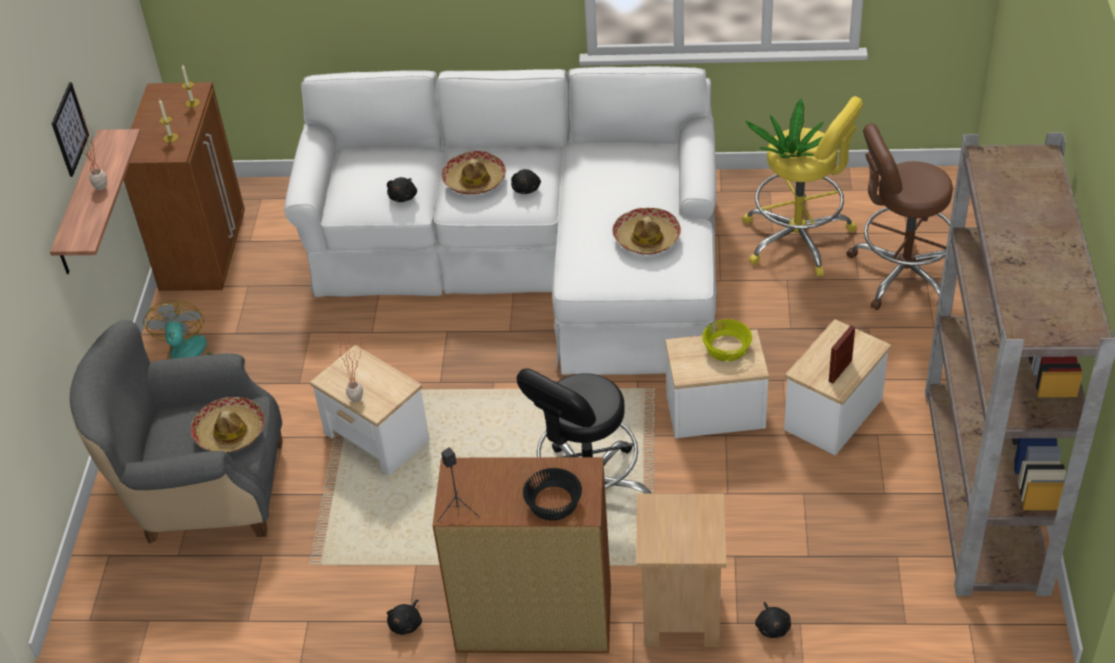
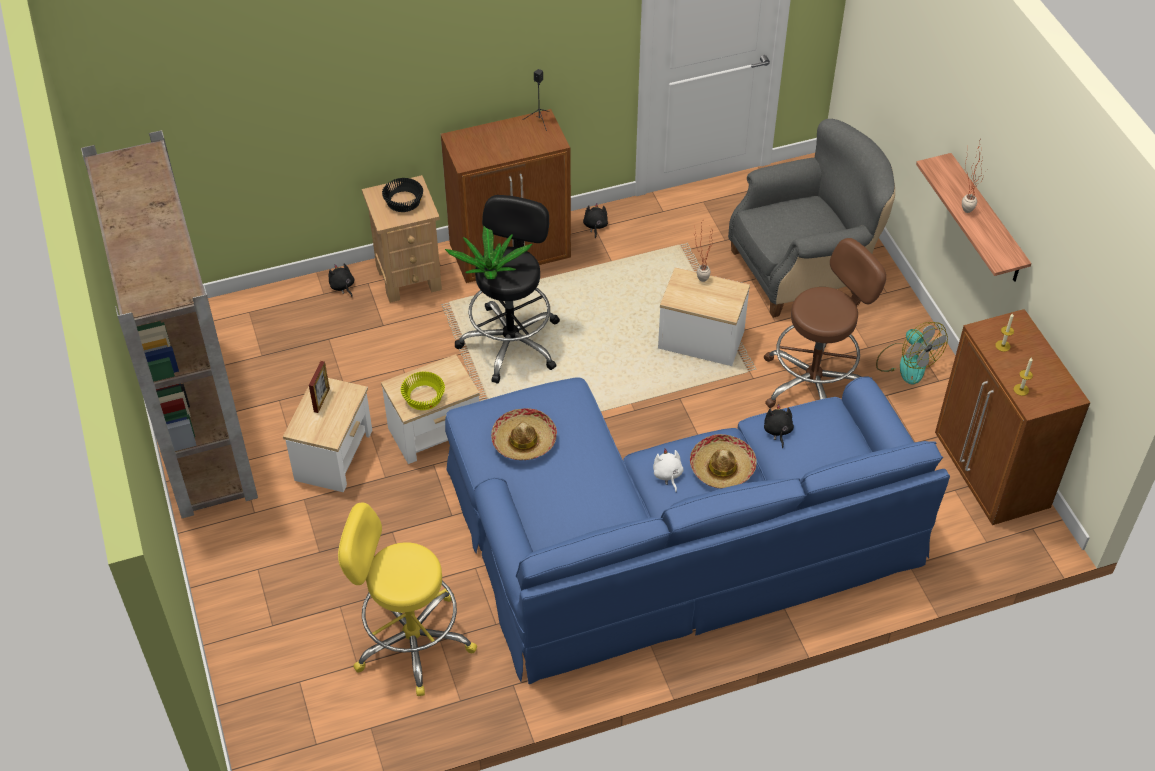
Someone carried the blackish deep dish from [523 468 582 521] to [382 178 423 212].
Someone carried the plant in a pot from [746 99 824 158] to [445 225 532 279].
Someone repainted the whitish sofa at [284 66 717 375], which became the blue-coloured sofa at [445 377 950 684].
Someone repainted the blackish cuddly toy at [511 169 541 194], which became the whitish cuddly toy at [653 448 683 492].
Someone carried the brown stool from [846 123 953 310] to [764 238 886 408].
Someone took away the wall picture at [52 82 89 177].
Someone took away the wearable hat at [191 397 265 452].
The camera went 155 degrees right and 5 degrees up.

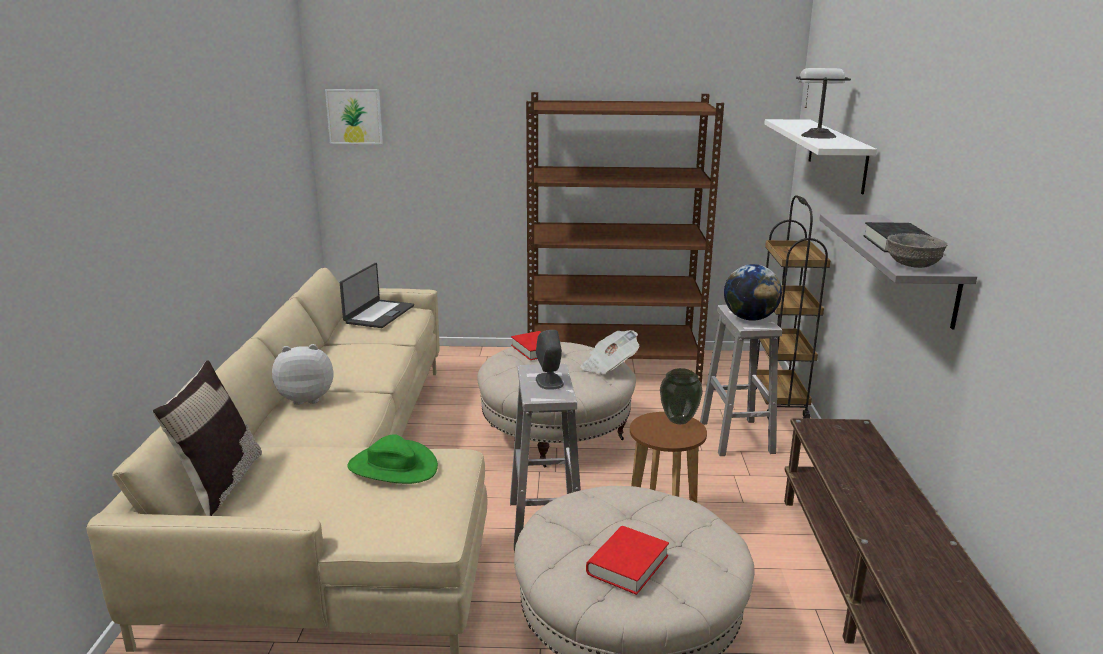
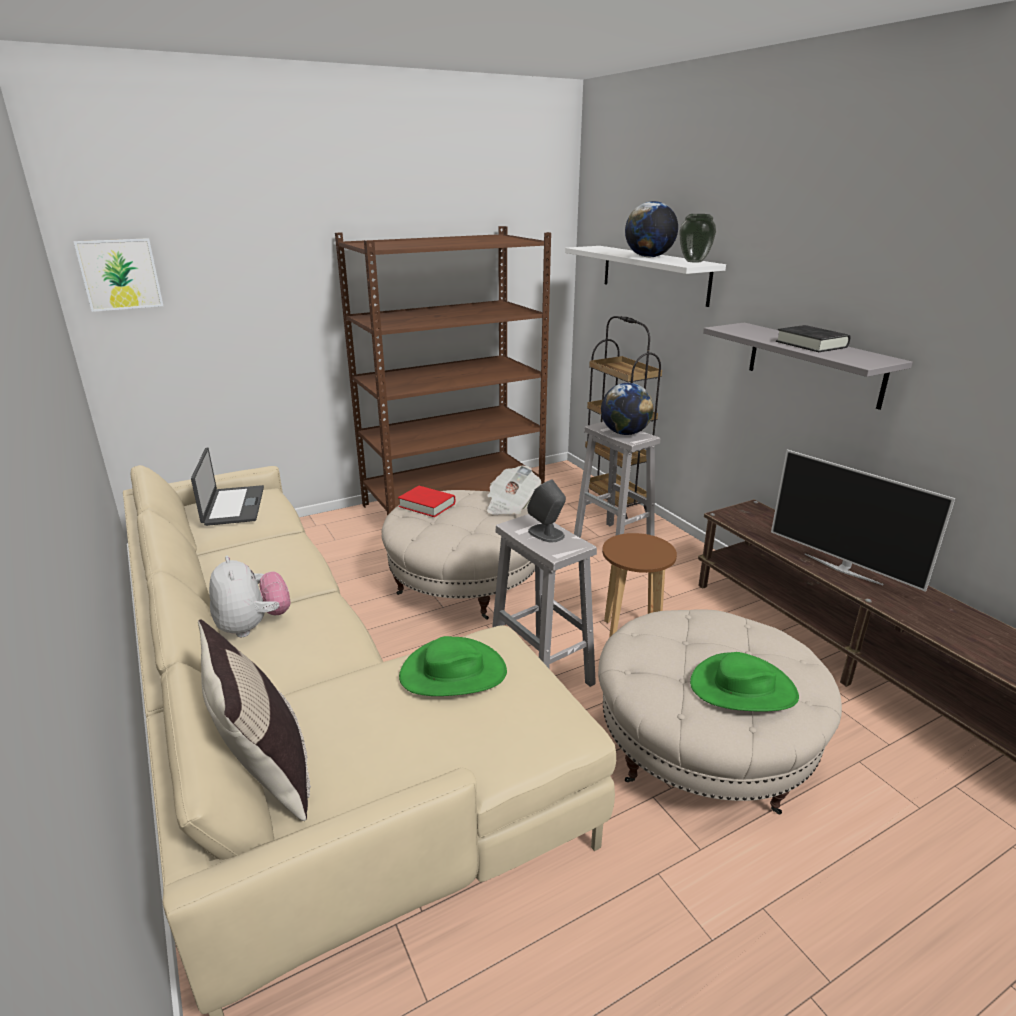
Someone rotated the cuddly toy at [272 344 333 405] by 105 degrees clockwise.
Someone swapped the table lamp at [796 68 851 139] for the globe at [625 201 678 257].
Someone carried the vase from [660 368 703 424] to [679 214 716 262].
Someone swapped the red bound book at [586 526 669 595] for the green wearable hat at [690 652 799 712].
Someone put down the television at [771 450 955 592].
Someone took away the greyish deep dish at [887 233 948 268].
The camera went 30 degrees left and 5 degrees up.

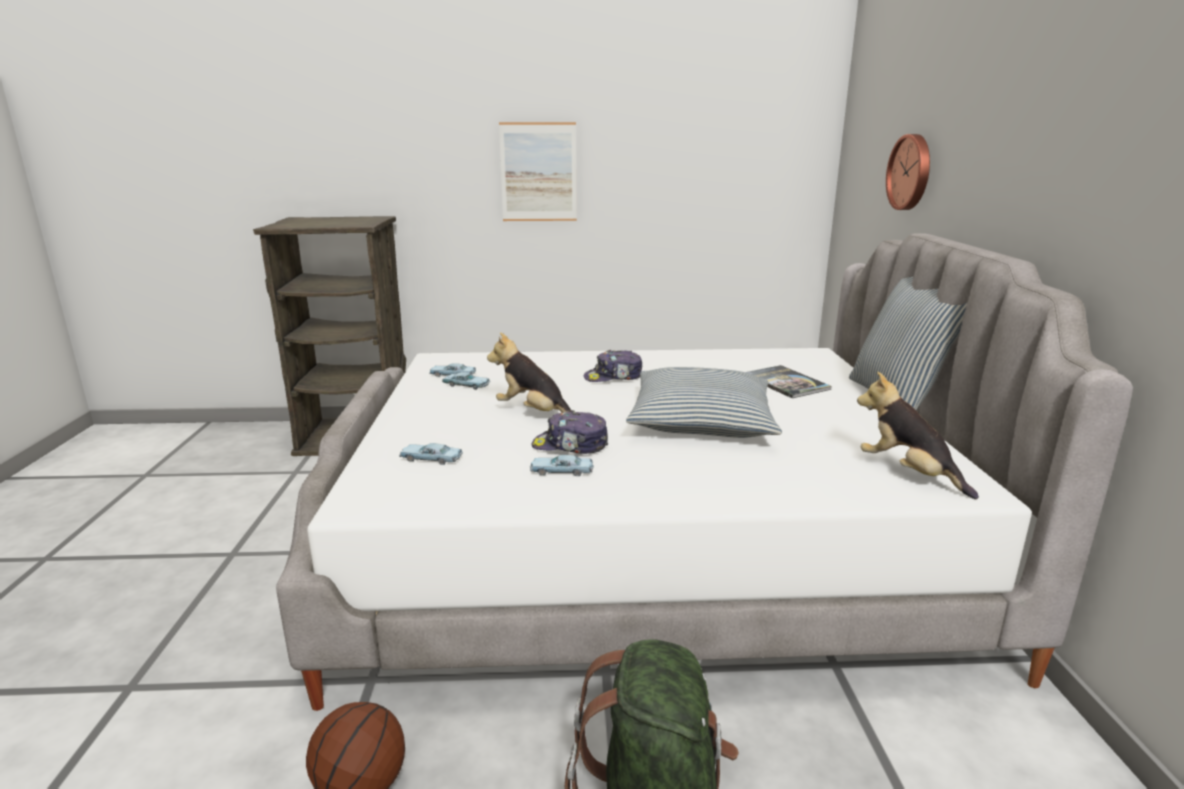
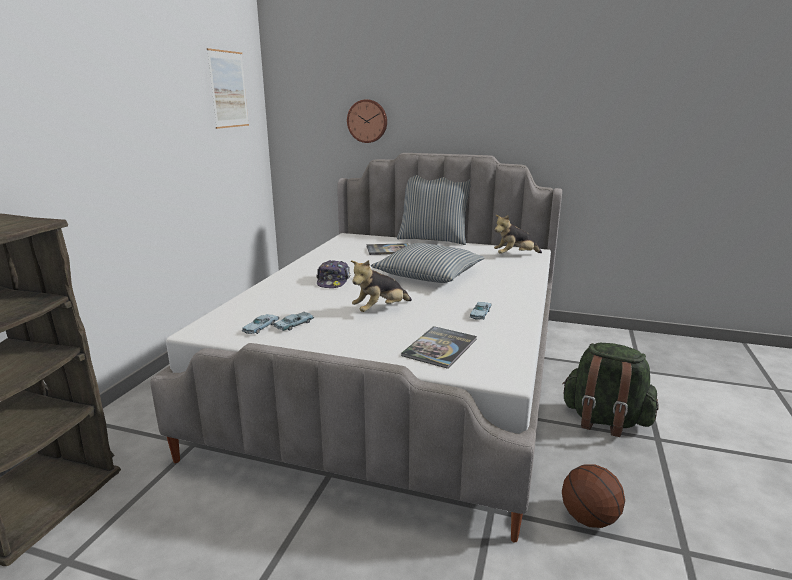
Someone carried the wall picture from [499 122 577 221] to [207 48 249 129].
Someone swapped the blue-coloured toy car at [399 443 463 465] for the bound book at [401 326 477 369].
Someone took away the cap at [532 410 608 454].
The camera went 70 degrees left and 0 degrees up.

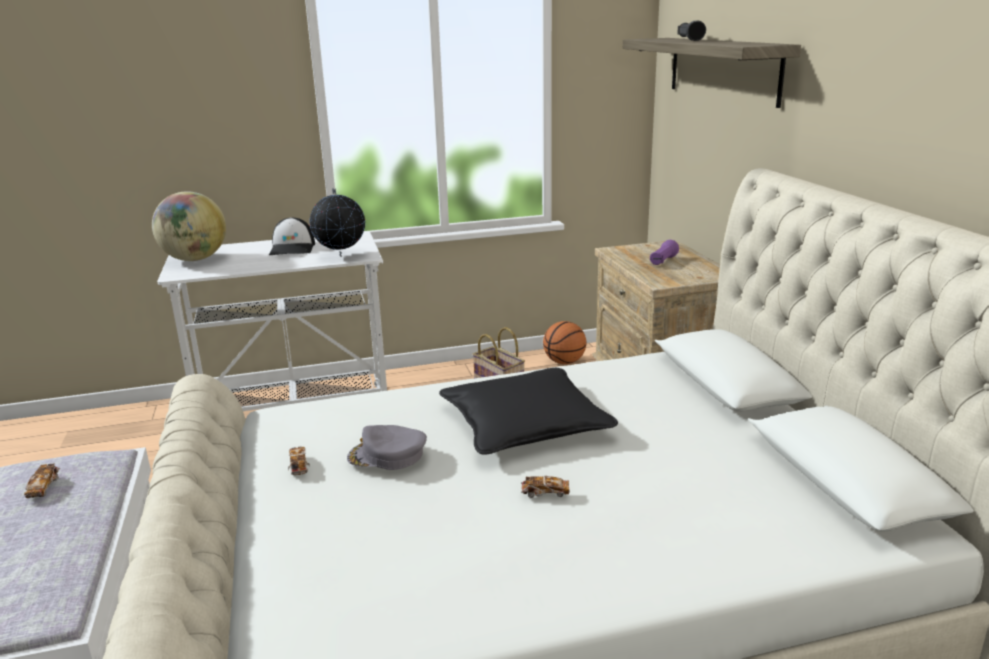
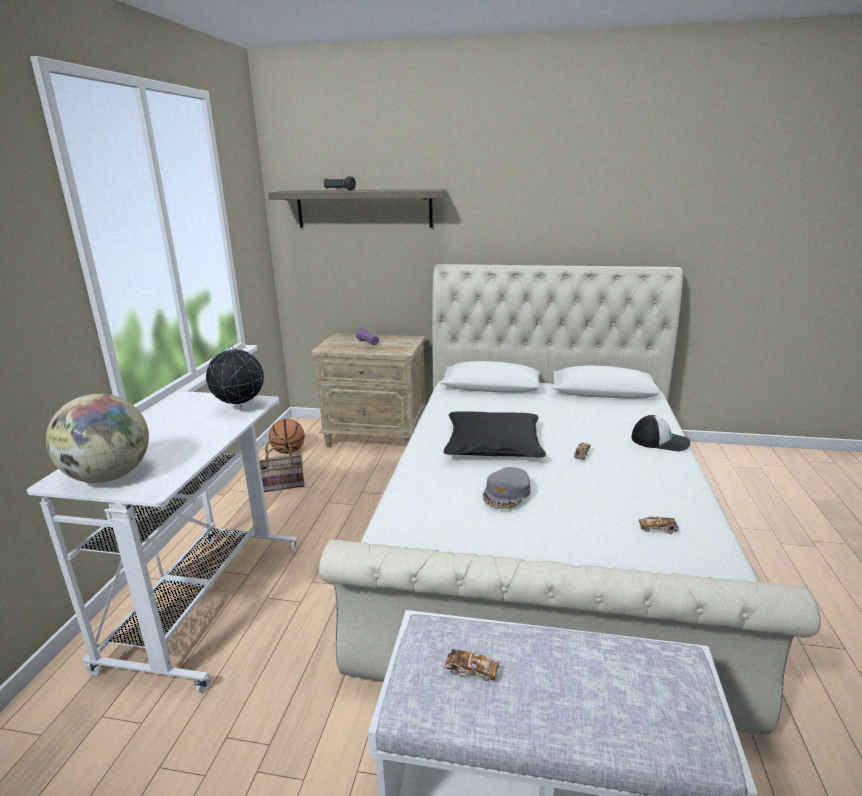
Someone carried the cap from [269 217 315 255] to [631 415 690 451].
Someone carried the toy car from [288 447 310 475] to [639 516 680 534].
The camera went 65 degrees left and 0 degrees up.

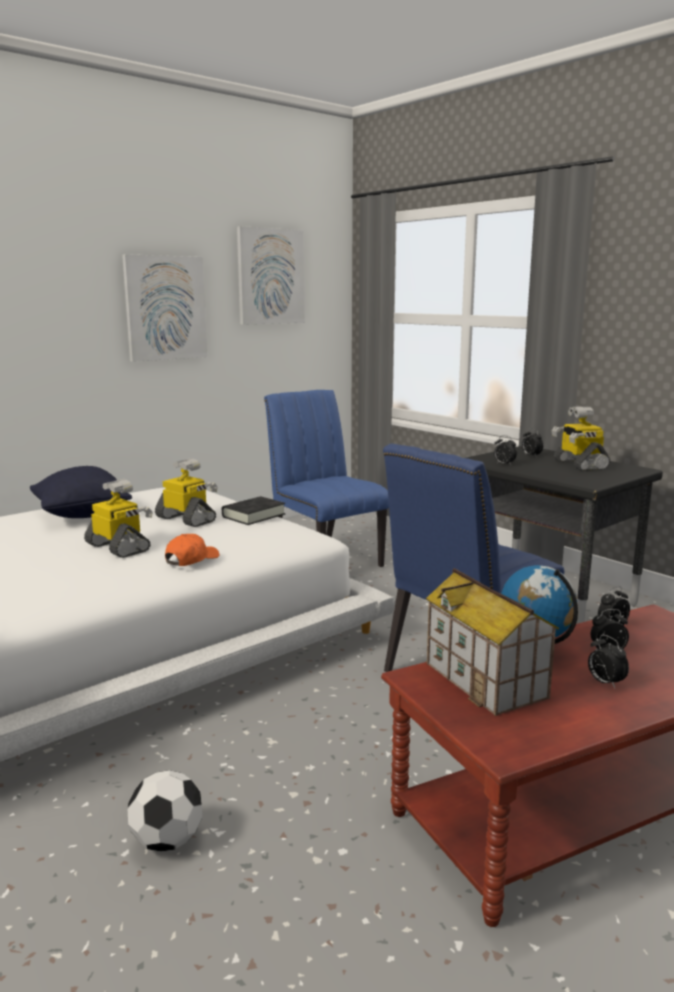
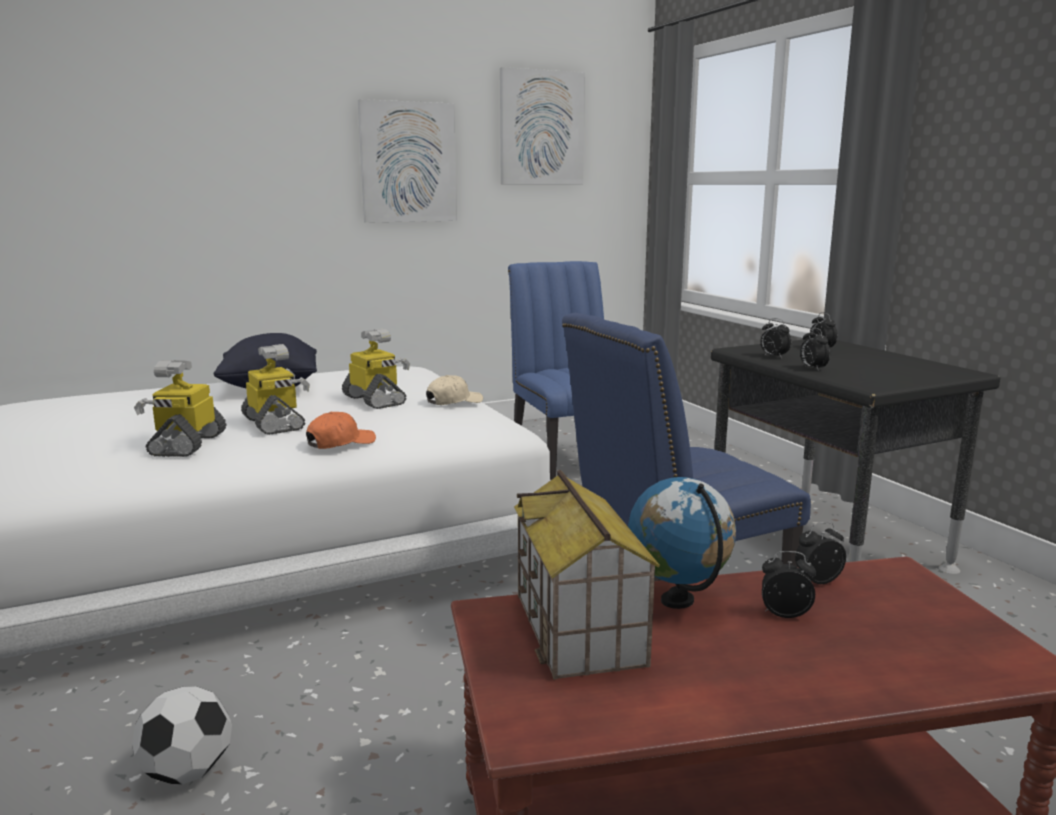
Someone carried the toy robot from [552 406 610 471] to [134 360 227 457].
Someone swapped the blackish bound book at [222 496 285 525] for the beige cap at [426 375 483 405].
Someone carried the table clock from [588 635 629 688] to [800 328 830 371].
The camera went 15 degrees right and 0 degrees up.

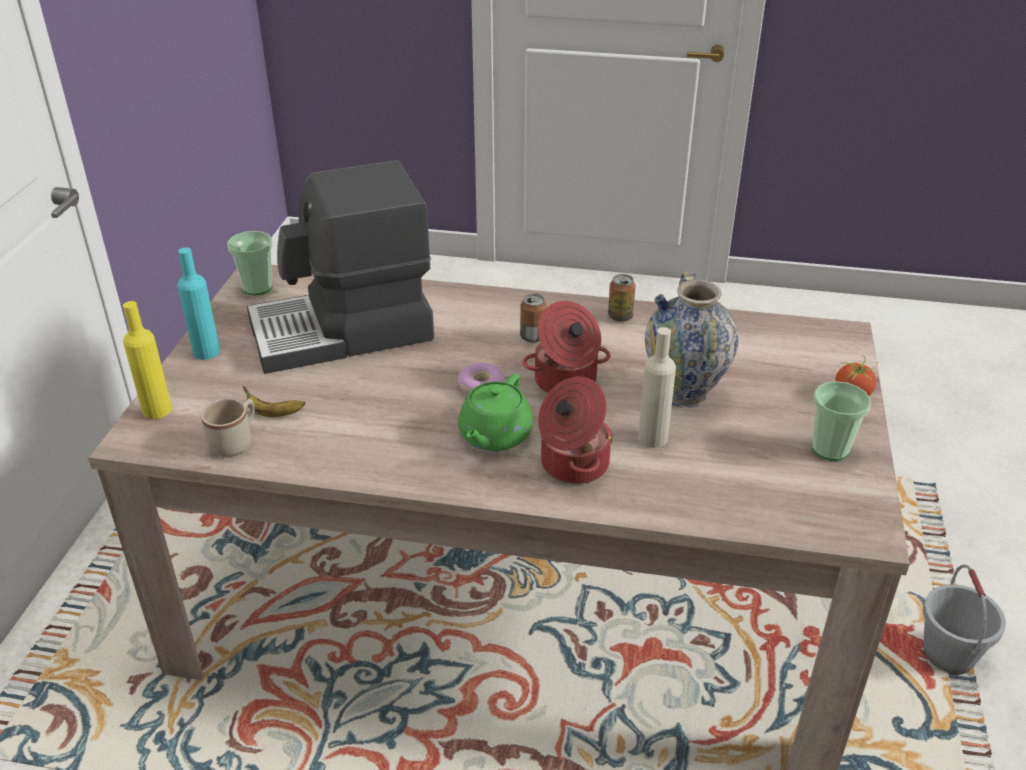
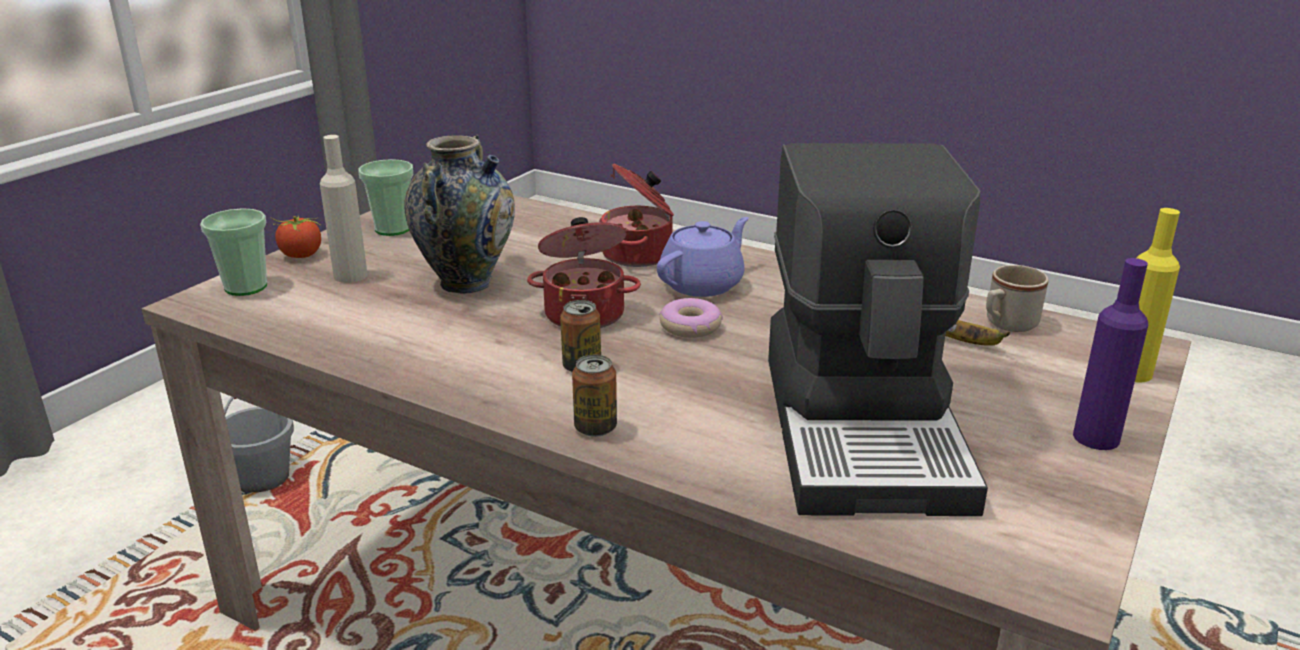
Someone carried the drinking cup from [227 231 273 295] to [200 208 267 296].
Someone carried the beige drink bottle from [638 327 676 448] to [320 135 368 283].
Someone carried the can from [608 274 635 322] to [572 355 617 437].
Someone repainted the green tea pot at [458 374 533 451], which became the purple-coloured tea pot at [657 217 749 297].
Someone rotated the coffee brewer at [247 160 434 374] by 90 degrees clockwise.
Someone repainted the blue-green drink bottle at [177 248 220 360], which became the purple-coloured drink bottle at [1073 258 1148 450].
The camera went 160 degrees left and 10 degrees down.

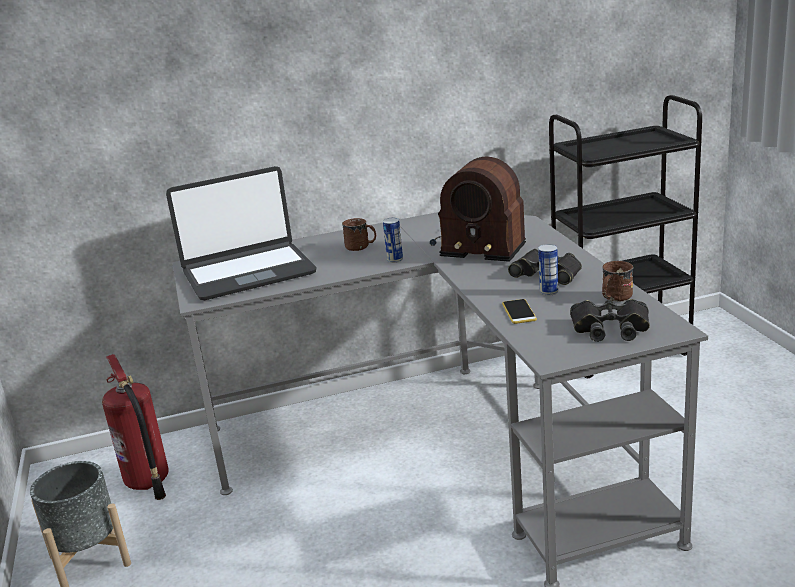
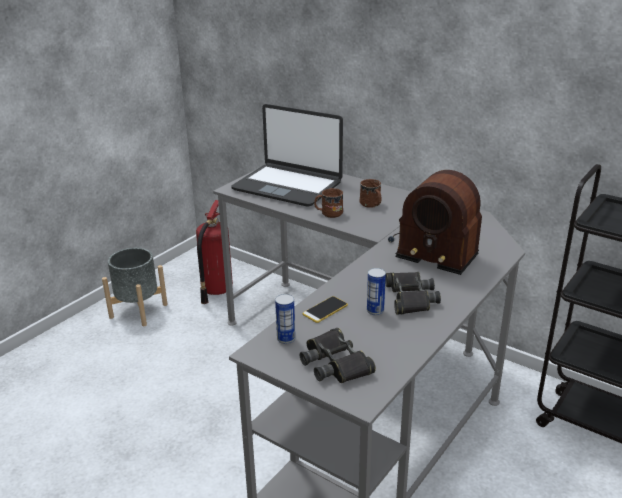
Someone carried the can from [383 218 403 263] to [275 294 295 344].
Someone carried the brown mug from [602 261 634 302] to [314 188 343 218].
Someone rotated the radio receiver at [430 157 526 262] by 45 degrees counterclockwise.
The camera went 50 degrees right and 5 degrees up.

